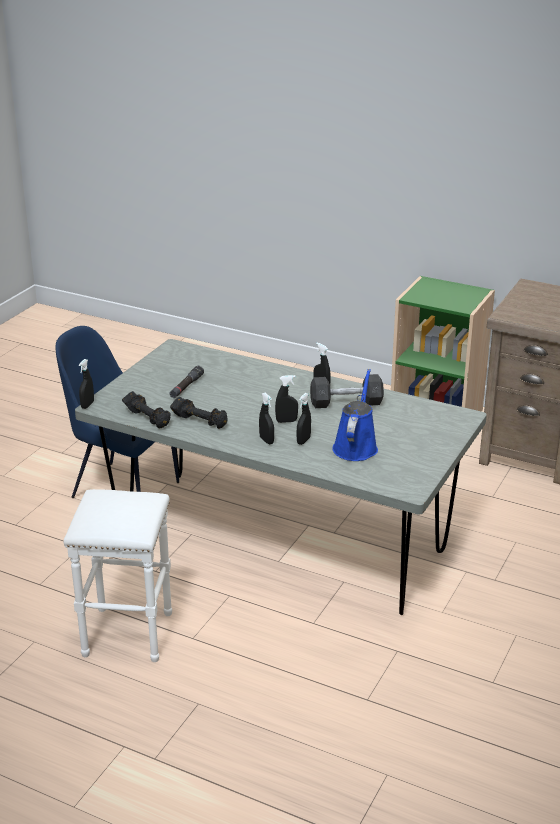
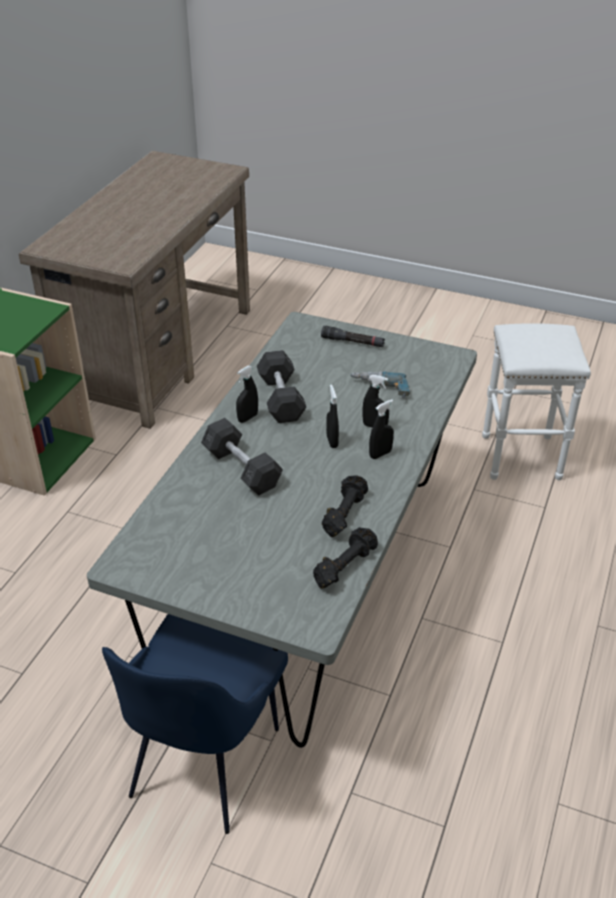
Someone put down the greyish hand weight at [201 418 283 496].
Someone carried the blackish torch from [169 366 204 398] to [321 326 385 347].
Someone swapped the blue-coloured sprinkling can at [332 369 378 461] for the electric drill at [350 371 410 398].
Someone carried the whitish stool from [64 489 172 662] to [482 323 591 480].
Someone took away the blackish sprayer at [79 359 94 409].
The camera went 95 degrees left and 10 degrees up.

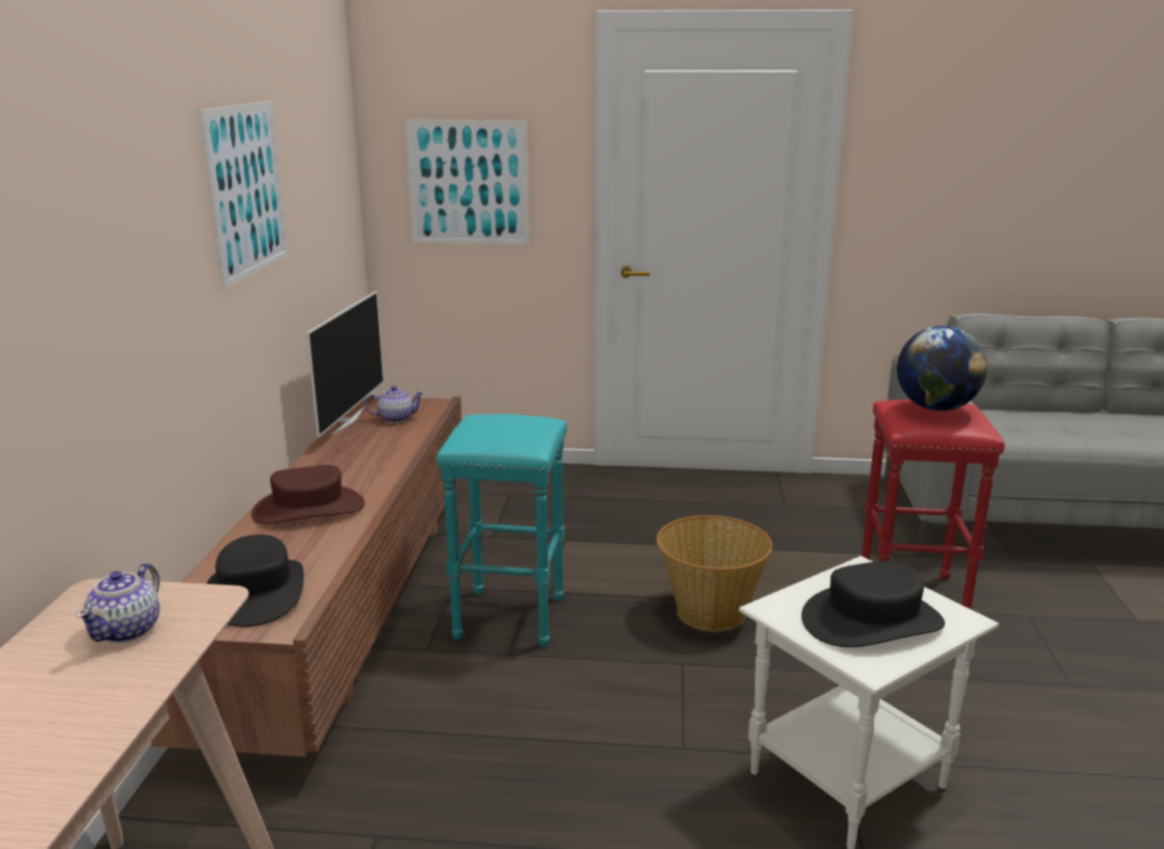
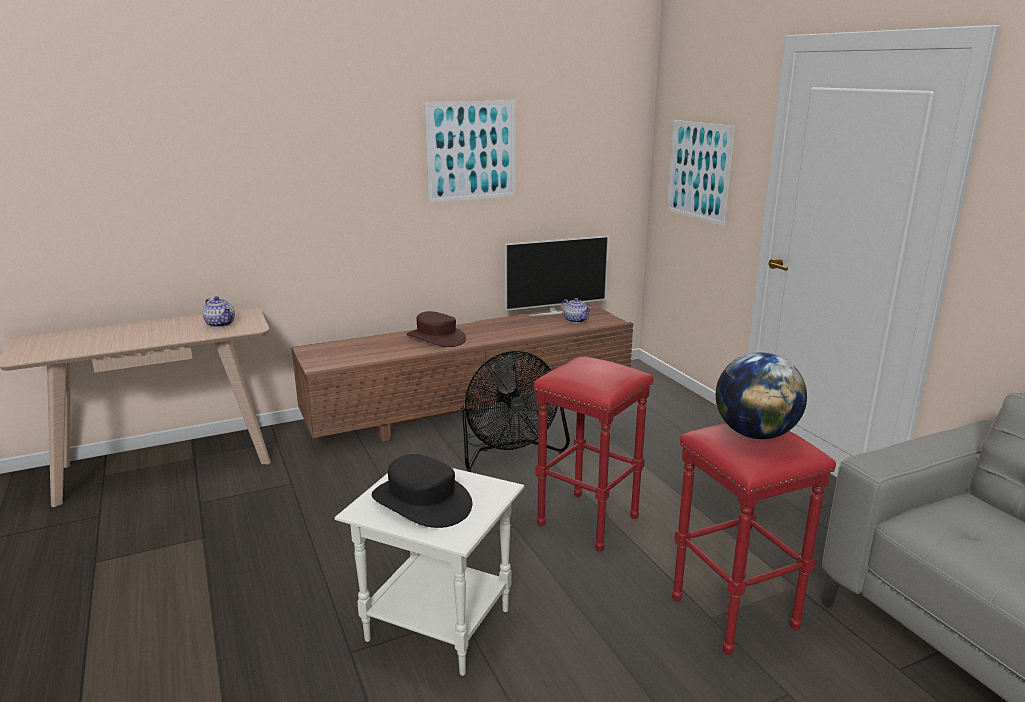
Someone rotated the tea pot at [76 563 160 643] by 120 degrees counterclockwise.
Someone swapped the blue-green stool at [436 414 567 647] for the blackish cooling fan at [461 351 570 472].
Someone swapped the storage basket at [656 515 773 631] for the red stool at [533 357 653 551].
Someone took away the blackish wearable hat at [206 534 304 627].
The camera went 60 degrees right and 0 degrees up.

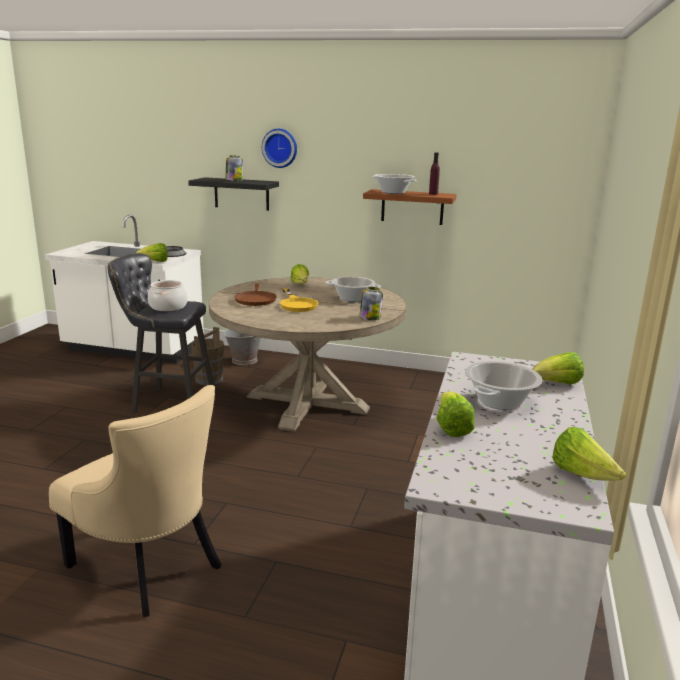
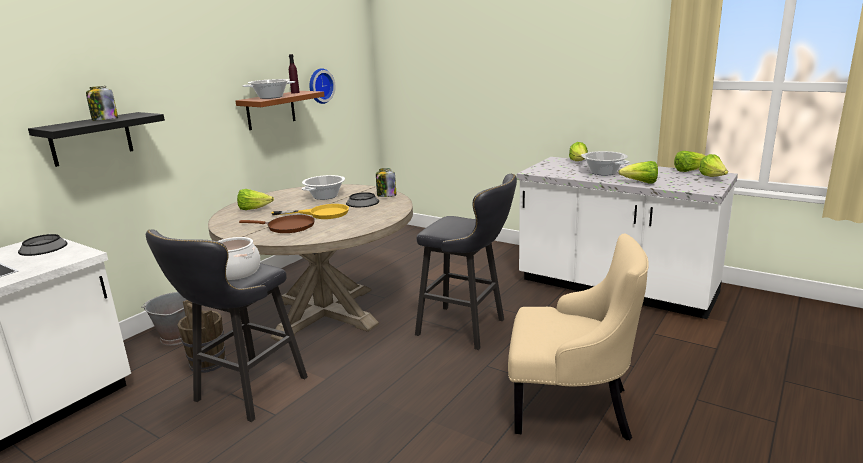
Someone carried the clock on the wall from [262 129 297 168] to [309 68 335 104].
Someone put down the deep dish at [346 192 379 207].
Someone put down the blackish stool at [415 173 517 350].
Someone rotated the beige upright chair at [49 385 222 617] by 45 degrees clockwise.
Someone carried the lettuce from [136 243 168 262] to [699 154 728 177].
The camera went 70 degrees left and 0 degrees up.

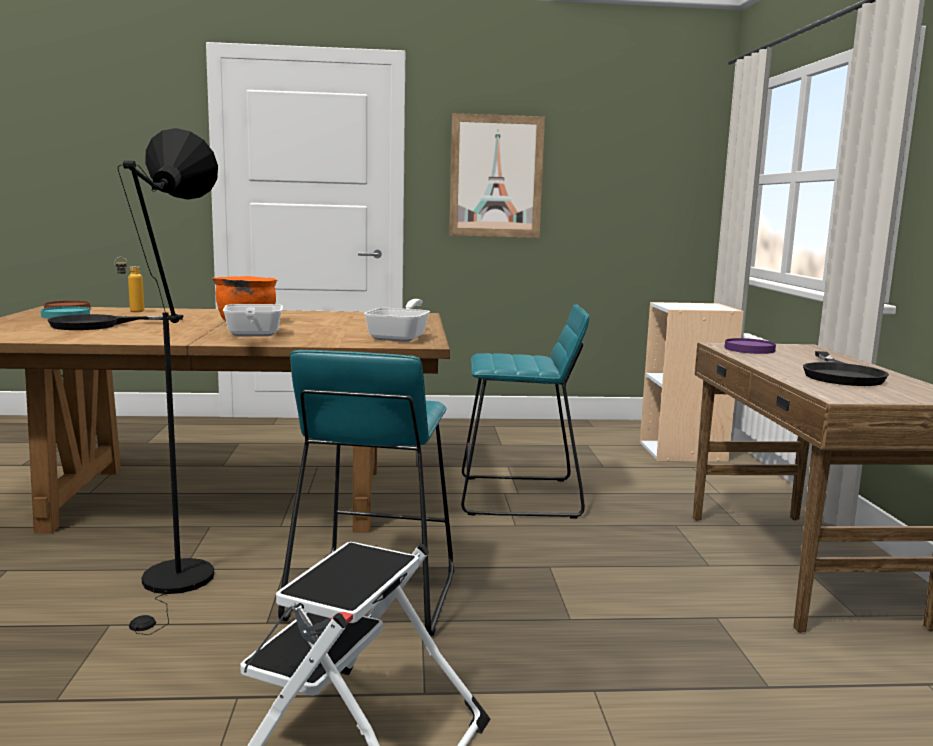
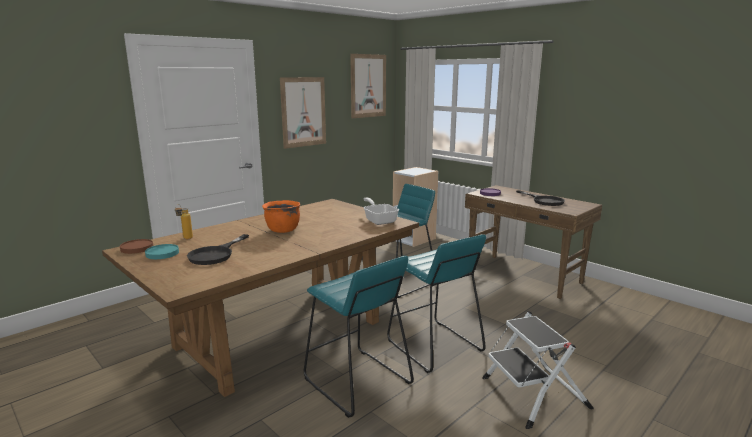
Someone swapped the blackish standing lamp at [118 128 218 635] for the blue-green stool at [304 256 414 418].
Someone put up the wall picture at [350 54 386 118].
Someone took away the skillet at [223 304 283 336].
The camera went 40 degrees left and 5 degrees up.

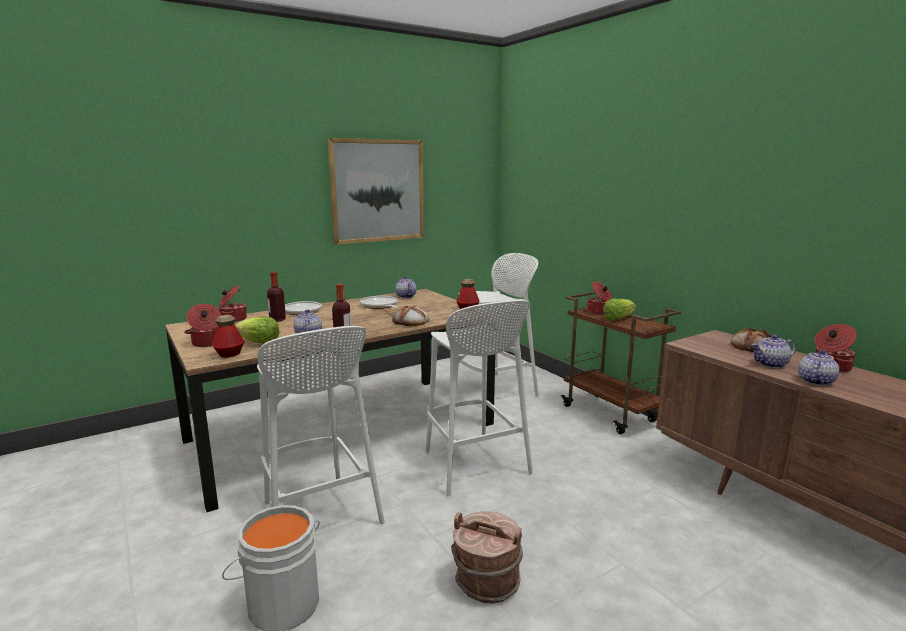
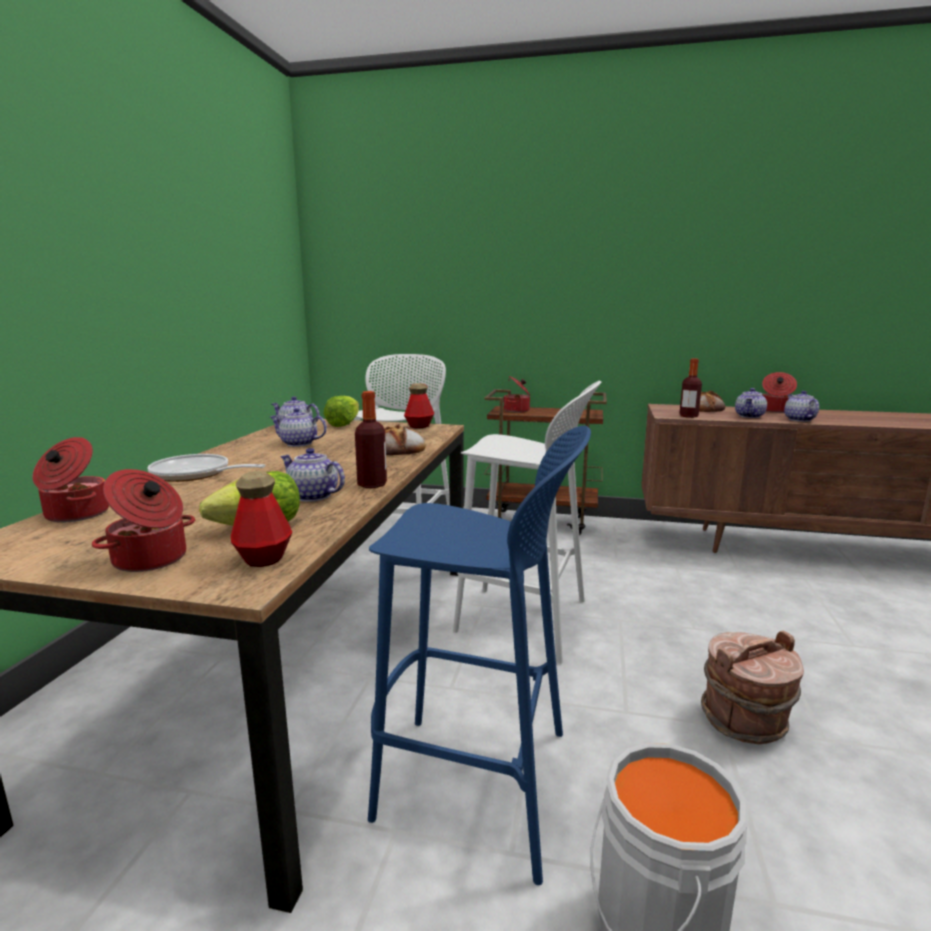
Someone swapped the skillet at [360 296 399 309] for the tea pot at [270 408 327 447].
Someone carried the lettuce from [603 298 636 321] to [324 396 359 427].
Someone repainted the whitish stool at [257 326 385 525], which became the blue-coloured stool at [368 426 591 885].
Someone carried the drink bottle from [267 272 286 322] to [679 359 702 418].
Someone took away the wall picture at [328 138 424 245].
The camera went 45 degrees left and 0 degrees up.

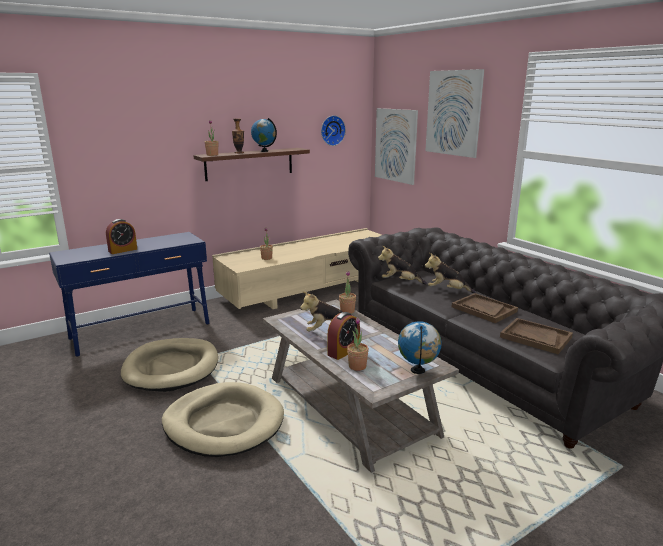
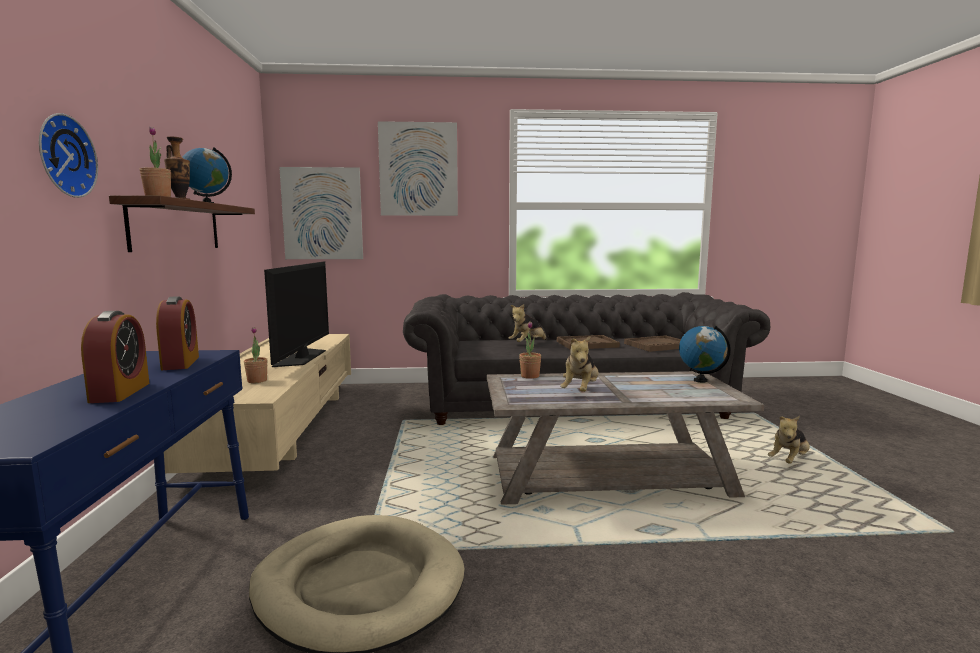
Someone carried the clock on the wall from [321 115 346 146] to [39 113 98 198].
Someone carried the table clock from [328 312 360 360] to [156 296 199 370].
Someone put down the television at [264 261 329 367].
Someone carried the cuddly toy from [378 246 427 285] to [768 416 810 464].
Someone took away the beige pet bed at [162 382 284 457].
Someone took away the plant in a pot at [347 317 369 371].
The camera went 60 degrees left and 10 degrees down.

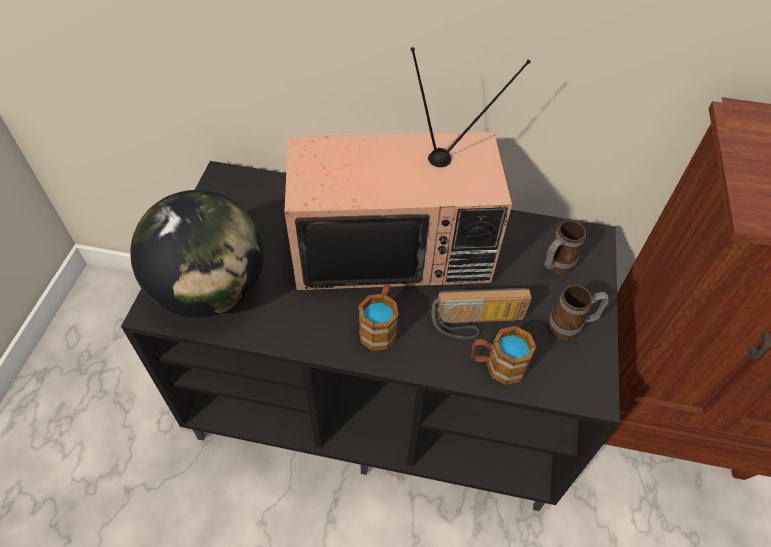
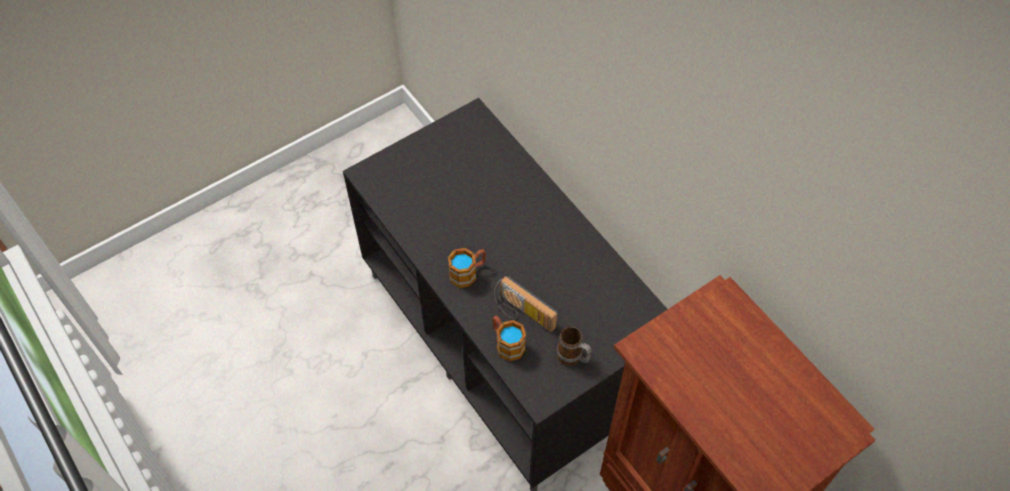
Someone took away the globe at [130 190 263 318].
Someone took away the television at [284 47 531 290].
Someone took away the mug at [544 220 586 275].
The camera went 45 degrees right and 5 degrees up.

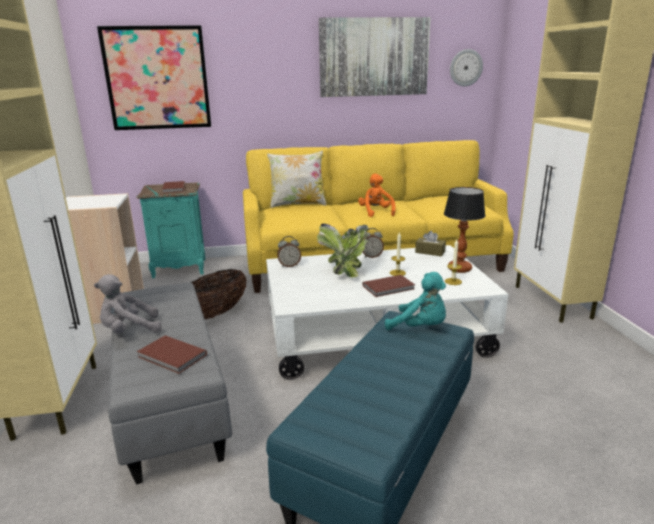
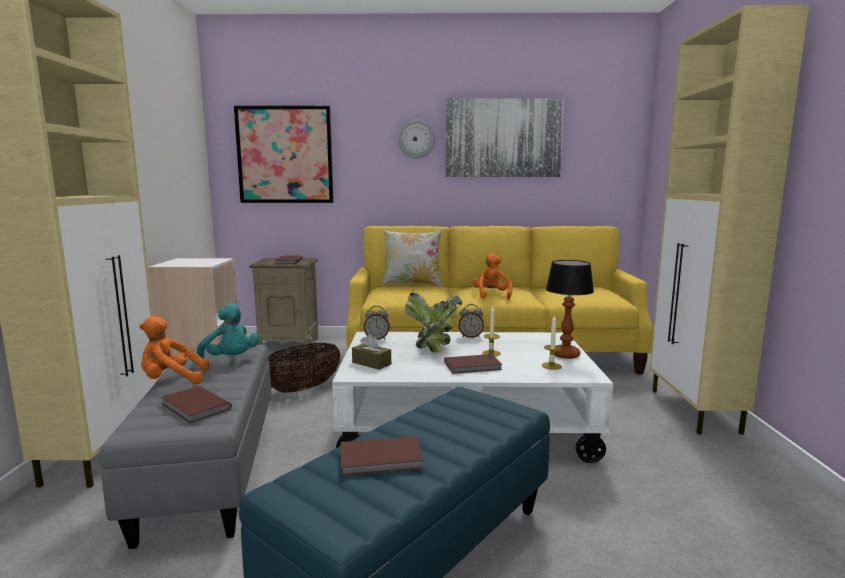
Someone repainted the greyish cuddly toy at [94 274 162 333], which became the orangey cuddly toy at [139 316 209 384].
Someone carried the blue-green cuddly toy from [385 272 446 330] to [197 303 259 358].
Someone repainted the blue-green bedside table at [136 182 205 278], which became the beige bedside table at [249 258 318 351].
Someone put down the brown bound book at [341 436 424 476].
Someone carried the brown tissue holder from [415 231 446 256] to [352 334 391 370].
Someone carried the clock on the wall from [450 49 483 86] to [398 120 436 159].
The camera went 10 degrees right and 10 degrees down.

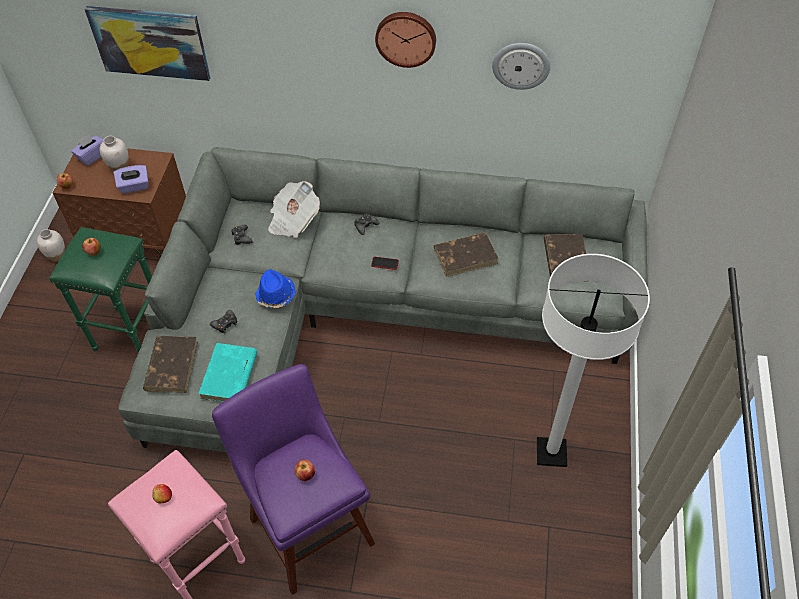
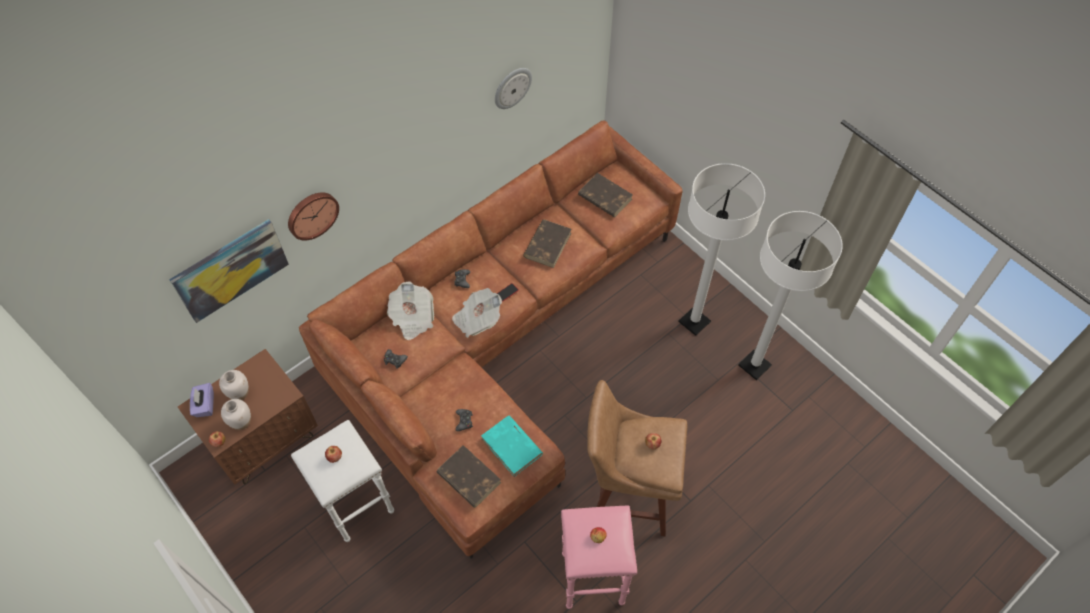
Someone carried the whitish vase from [37 229 65 262] to [221 399 251 430].
Someone carried the clock on the wall from [375 12 436 68] to [288 192 339 241].
Someone repainted the green stool at [49 227 152 353], which became the whitish stool at [291 420 394 542].
Someone repainted the greyish sofa at [119 147 648 452], which became the brown sofa at [299 120 682 559].
Someone put down the daily paper at [452 288 502 338].
Someone repainted the purple-coloured stool at [212 364 375 595], which became the brown stool at [587 380 687 536].
Someone put down the whitish standing lamp at [738 211 843 380].
Someone took away the purple-coloured tissue holder at [114 165 148 194].
Someone took away the blue-coloured wearable hat at [255 269 295 308].
The camera went 50 degrees left and 5 degrees up.

